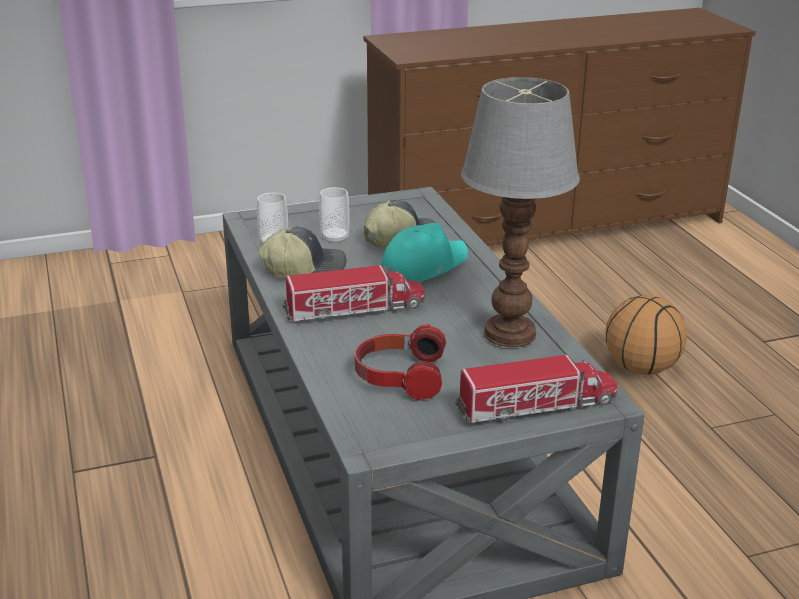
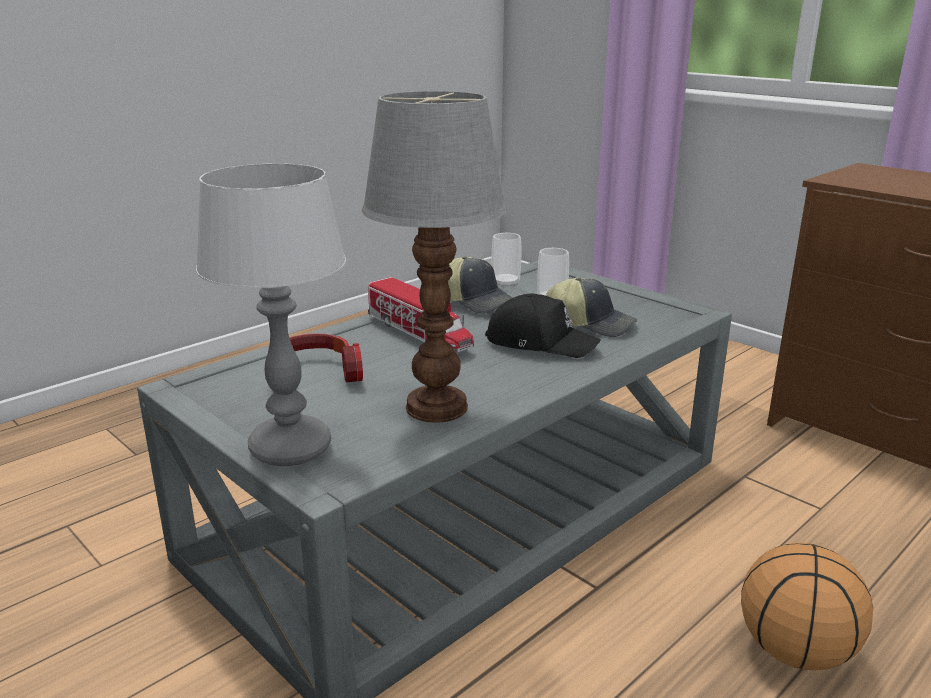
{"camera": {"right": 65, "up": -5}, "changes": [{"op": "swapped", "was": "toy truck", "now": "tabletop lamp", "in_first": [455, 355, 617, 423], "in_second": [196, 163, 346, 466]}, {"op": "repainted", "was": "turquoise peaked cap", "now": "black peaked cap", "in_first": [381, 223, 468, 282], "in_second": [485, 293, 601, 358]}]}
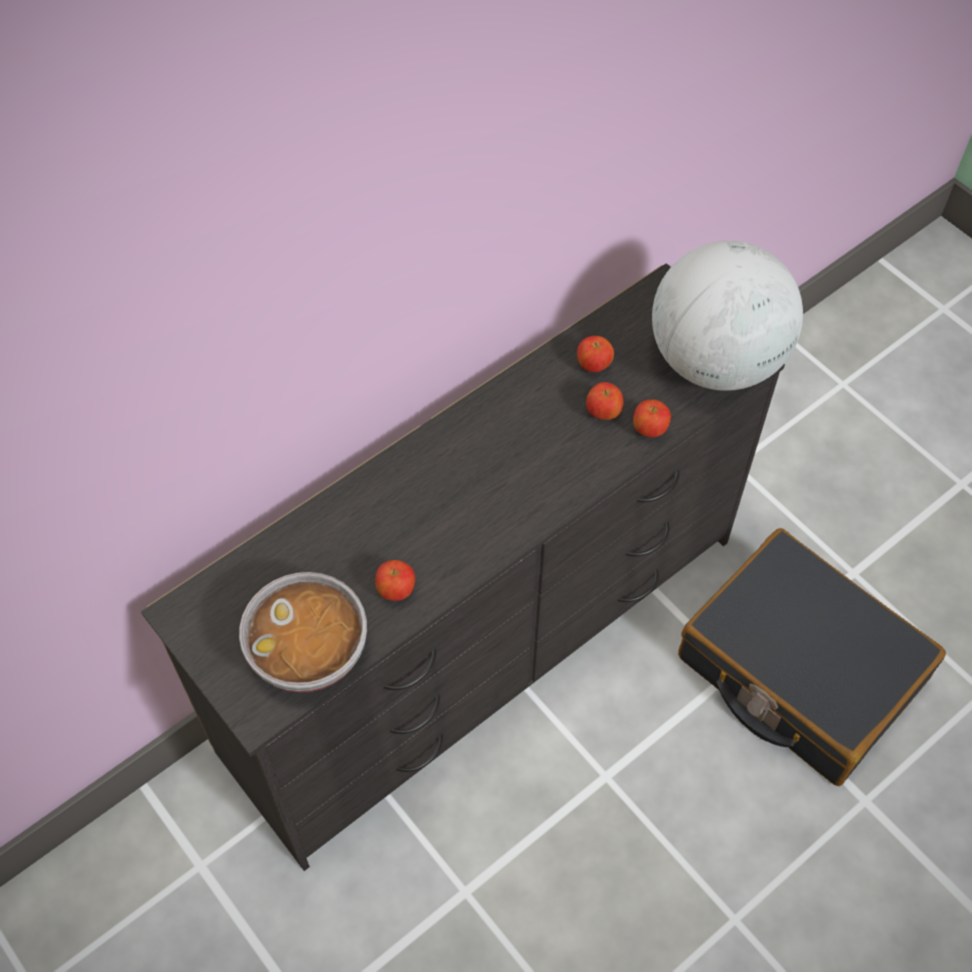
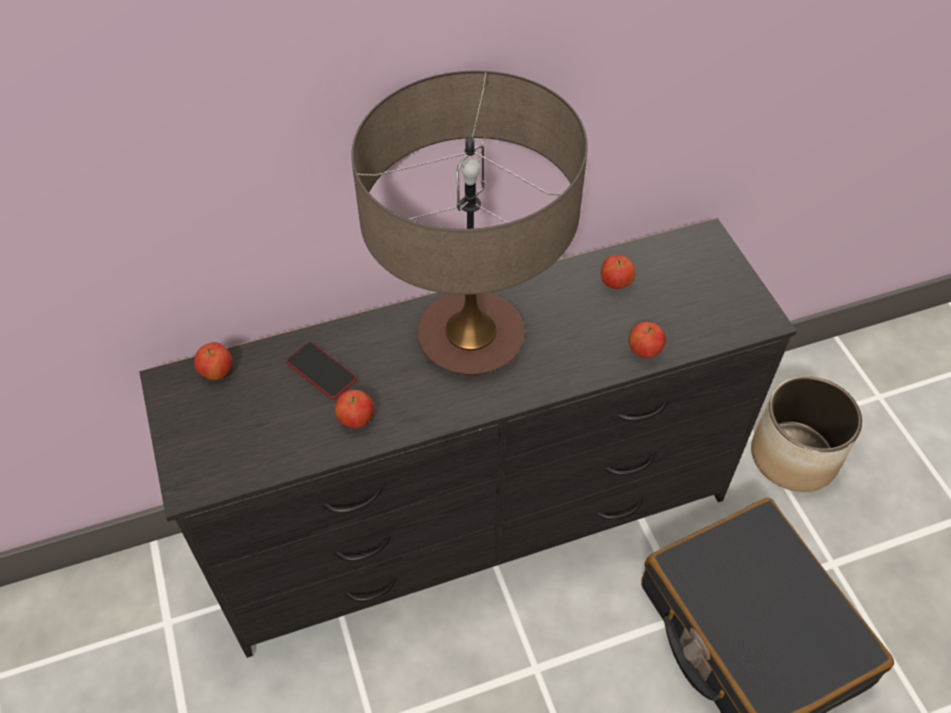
{"camera": {"right": 20, "up": -5}, "changes": [{"op": "gone", "was": "bowl", "in_first": [239, 572, 367, 693]}, {"op": "gone", "was": "desk globe", "in_first": [652, 241, 803, 391]}, {"op": "new", "now": "phone", "in_second": [286, 342, 357, 399]}, {"op": "new", "now": "tabletop lamp", "in_second": [351, 70, 588, 375]}, {"op": "new", "now": "plant pot", "in_second": [751, 376, 862, 492]}, {"op": "shifted", "was": "apple", "in_first": [586, 382, 623, 420], "in_second": [194, 342, 233, 380]}]}
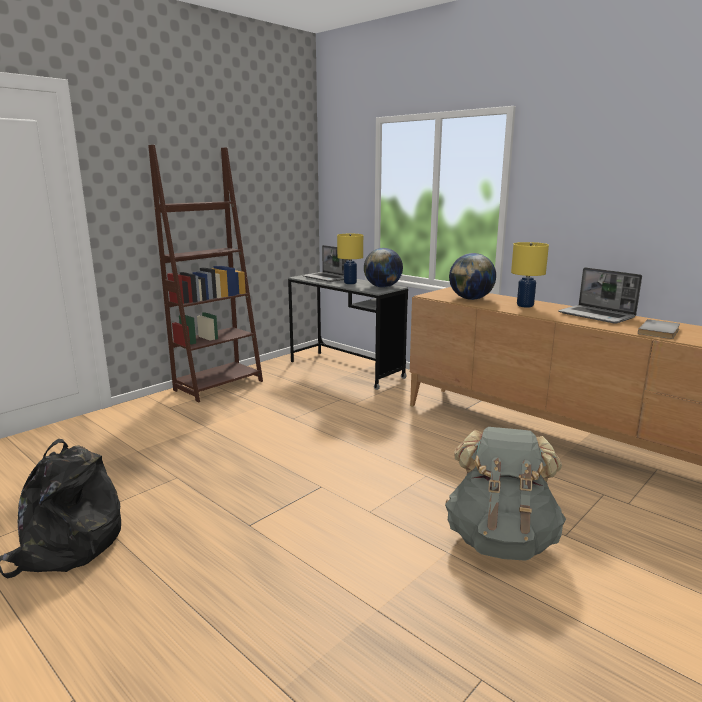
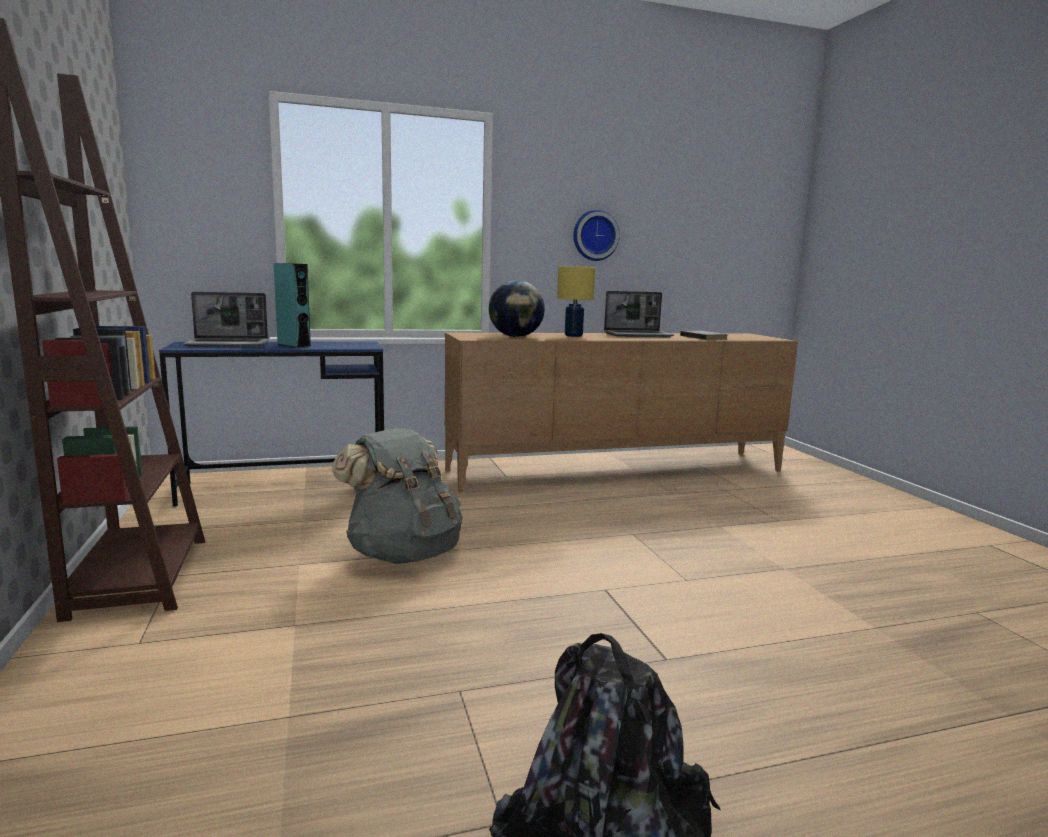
{"camera": {"right": -60, "up": -5}, "changes": [{"op": "gone", "was": "desk globe", "in_first": [364, 248, 403, 288]}, {"op": "new", "now": "clock on the wall", "in_second": [573, 210, 620, 261]}, {"op": "shifted", "was": "gray backpack", "in_first": [445, 427, 566, 561], "in_second": [332, 428, 463, 564]}, {"op": "swapped", "was": "yellow-coloured tabletop lamp", "now": "turquoise speaker", "in_first": [337, 234, 363, 284], "in_second": [274, 263, 311, 348]}, {"op": "repainted", "was": "gray desk", "now": "bluish desk", "in_first": [288, 275, 408, 390], "in_second": [159, 342, 384, 507]}]}
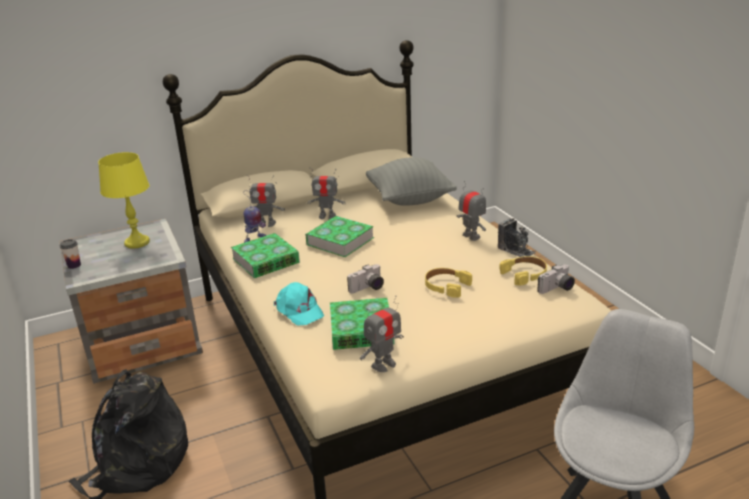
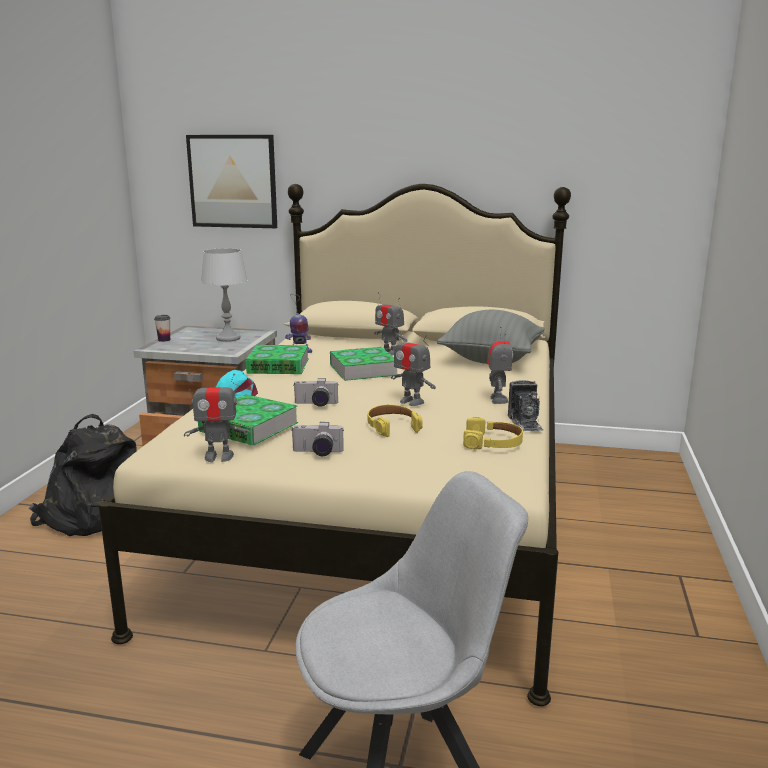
{"camera": {"right": 35, "up": -10}, "changes": [{"op": "new", "now": "wall art", "in_second": [186, 135, 277, 228]}, {"op": "shifted", "was": "toy robot", "in_first": [247, 175, 285, 227], "in_second": [391, 327, 436, 406]}, {"op": "shifted", "was": "still camera", "in_first": [537, 264, 575, 294], "in_second": [292, 422, 344, 456]}, {"op": "repainted", "was": "yellow-coloured tabletop lamp", "now": "gray tabletop lamp", "in_first": [98, 152, 150, 249], "in_second": [201, 248, 248, 342]}]}
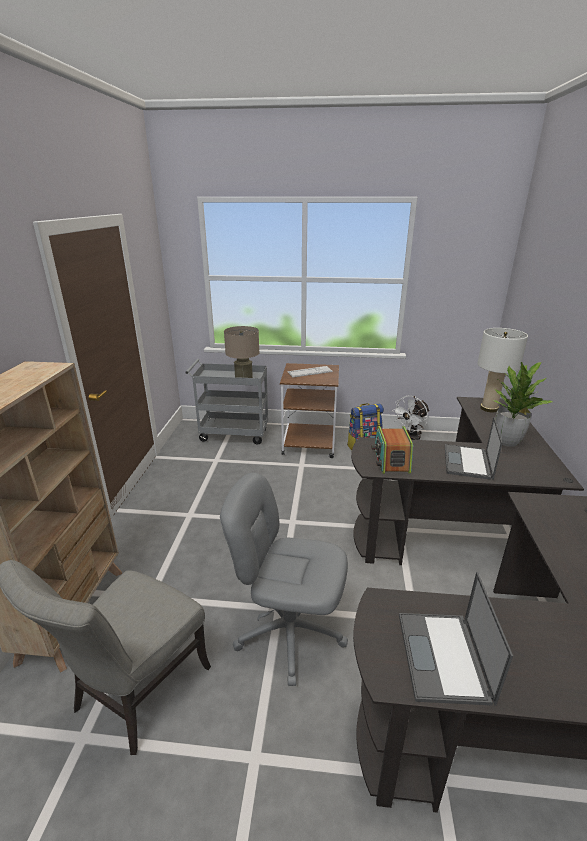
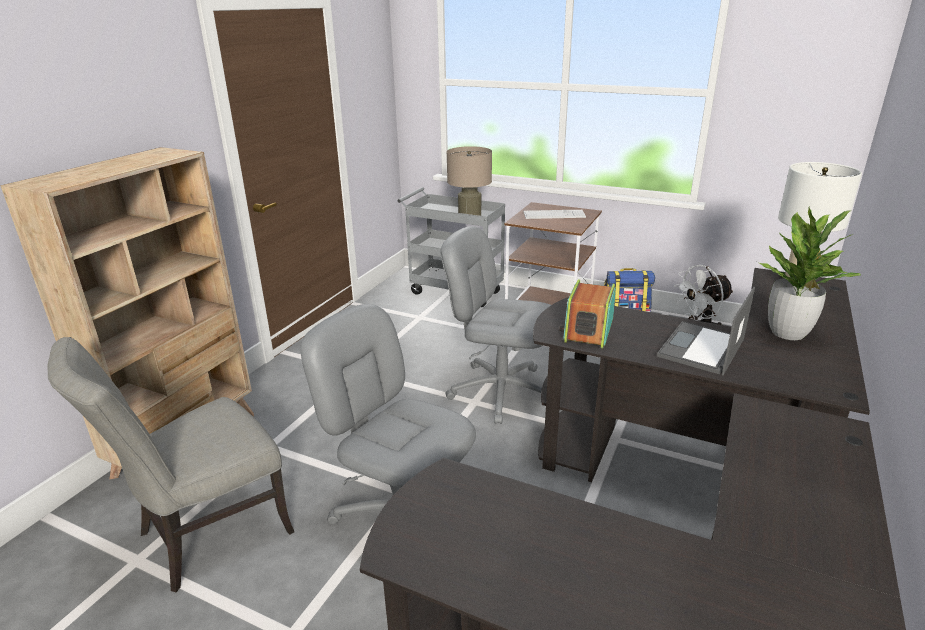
{"camera": {"right": 20, "up": 0}, "changes": [{"op": "gone", "was": "notebook computer", "in_first": [399, 572, 513, 706]}, {"op": "new", "now": "gray desk chair", "in_second": [440, 226, 551, 424]}]}
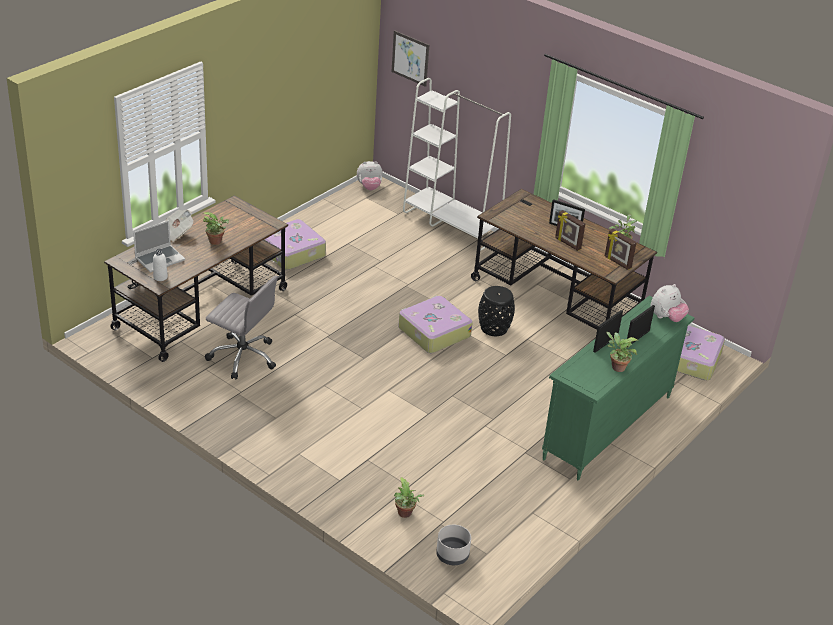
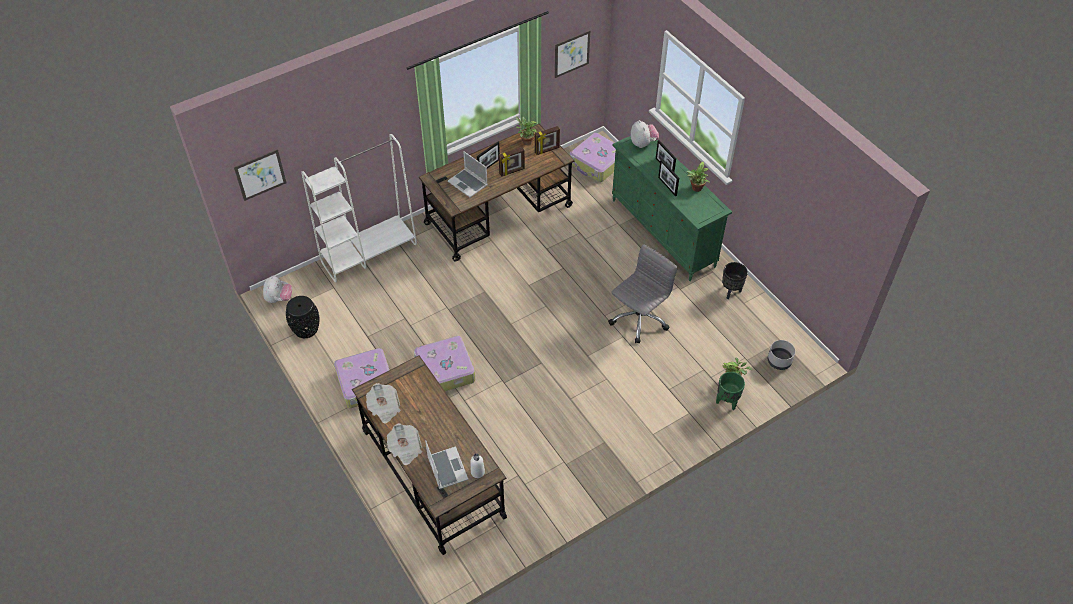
{"camera": {"right": -70, "up": 15}, "changes": [{"op": "gone", "was": "potted plant", "in_first": [203, 212, 229, 245]}, {"op": "new", "now": "newspaper", "in_second": [366, 383, 401, 423]}, {"op": "new", "now": "notebook computer", "in_second": [448, 151, 488, 197]}, {"op": "new", "now": "wall art", "in_second": [555, 30, 590, 78]}, {"op": "new", "now": "green plant pot", "in_second": [716, 372, 745, 410]}, {"op": "new", "now": "black plant pot", "in_second": [722, 262, 748, 300]}, {"op": "shifted", "was": "gray desk chair", "in_first": [205, 276, 278, 379], "in_second": [608, 245, 678, 344]}, {"op": "shifted", "was": "travel case", "in_first": [398, 296, 473, 353], "in_second": [414, 336, 475, 391]}, {"op": "shifted", "was": "black sitting stool", "in_first": [478, 286, 515, 336], "in_second": [286, 296, 319, 338]}]}
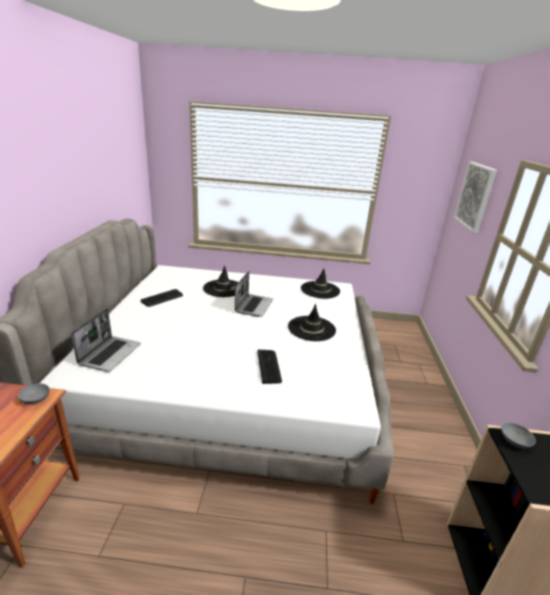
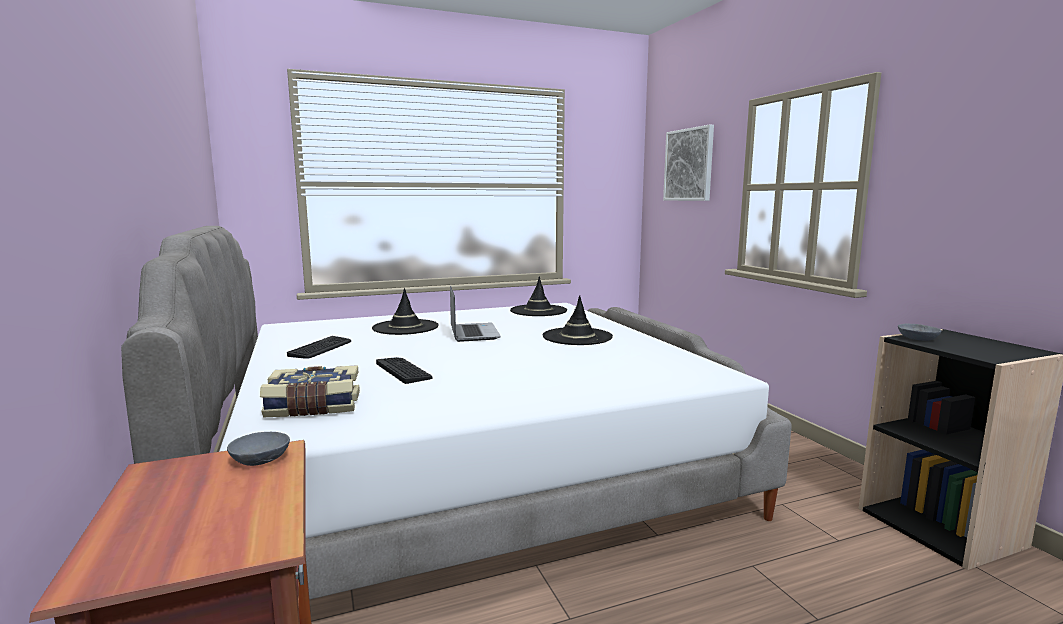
{"camera": {"right": -25, "up": -15}, "changes": [{"op": "shifted", "was": "computer keyboard", "in_first": [257, 350, 282, 384], "in_second": [376, 357, 433, 384]}, {"op": "swapped", "was": "notebook computer", "now": "volume", "in_first": [71, 308, 141, 372], "in_second": [260, 365, 360, 418]}]}
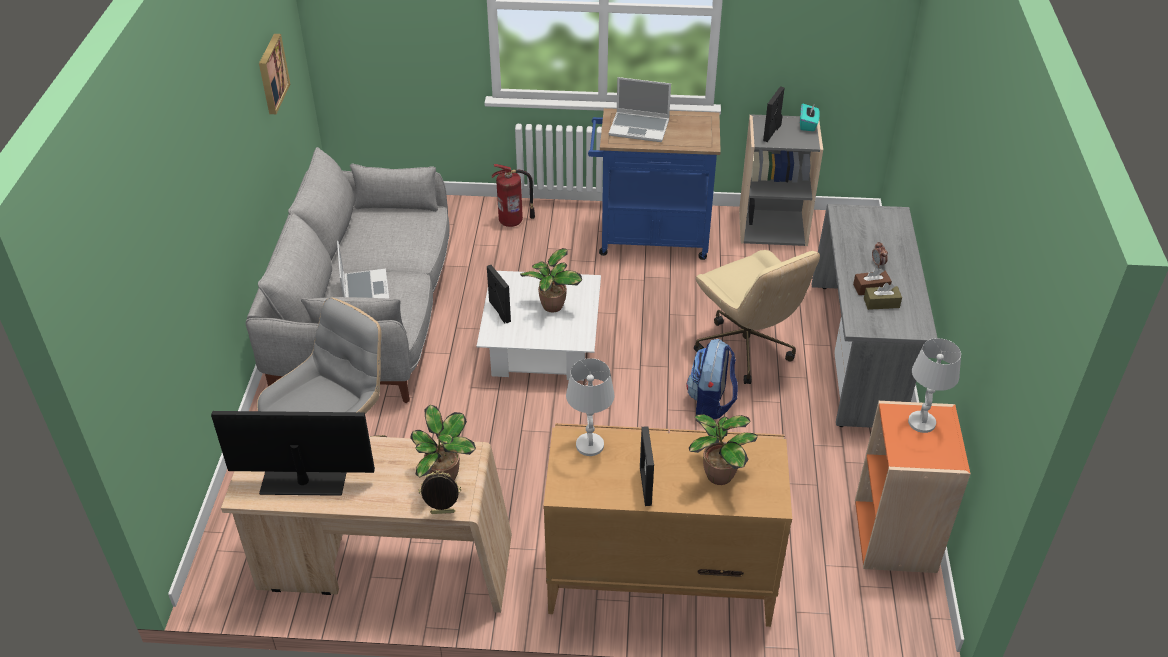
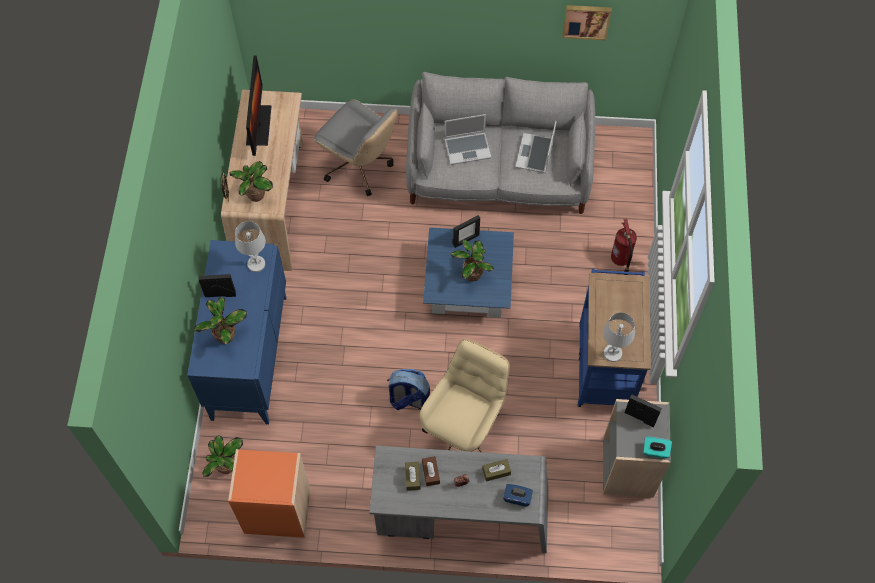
{"camera": {"right": 90, "up": 20}, "changes": [{"op": "new", "now": "potted plant", "in_second": [203, 435, 243, 477]}, {"op": "new", "now": "brownish tissue box", "in_second": [482, 459, 511, 481]}, {"op": "new", "now": "bluish tissue box", "in_second": [503, 484, 533, 507]}, {"op": "shifted", "was": "notebook computer", "in_first": [609, 77, 671, 142], "in_second": [516, 121, 556, 173]}, {"op": "shifted", "was": "white tabletop lamp", "in_first": [908, 338, 961, 433], "in_second": [603, 313, 635, 362]}, {"op": "repainted", "was": "white lounge table", "now": "bluish lounge table", "in_first": [477, 271, 601, 381], "in_second": [423, 227, 514, 317]}, {"op": "repainted", "was": "brownish storage cabinet", "now": "bluish storage cabinet", "in_first": [543, 423, 792, 627], "in_second": [187, 240, 286, 424]}, {"op": "rotated", "was": "beige desk chair", "in_first": [694, 250, 820, 384], "in_second": [419, 339, 510, 452], "clockwise": 150}]}
